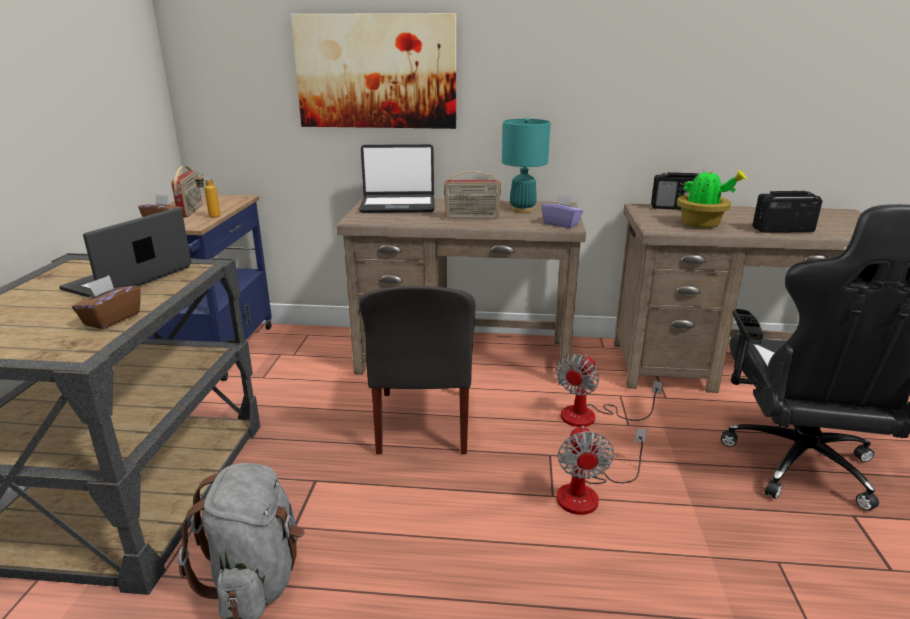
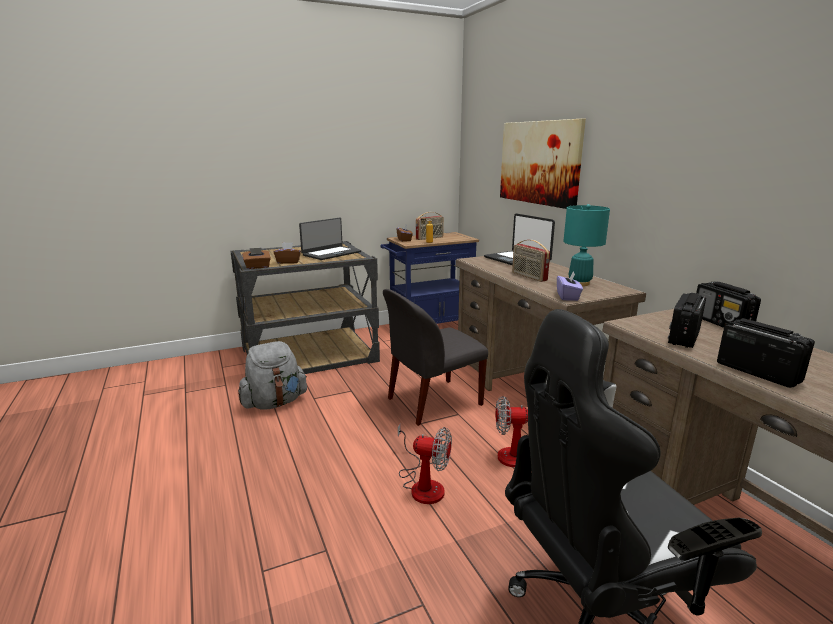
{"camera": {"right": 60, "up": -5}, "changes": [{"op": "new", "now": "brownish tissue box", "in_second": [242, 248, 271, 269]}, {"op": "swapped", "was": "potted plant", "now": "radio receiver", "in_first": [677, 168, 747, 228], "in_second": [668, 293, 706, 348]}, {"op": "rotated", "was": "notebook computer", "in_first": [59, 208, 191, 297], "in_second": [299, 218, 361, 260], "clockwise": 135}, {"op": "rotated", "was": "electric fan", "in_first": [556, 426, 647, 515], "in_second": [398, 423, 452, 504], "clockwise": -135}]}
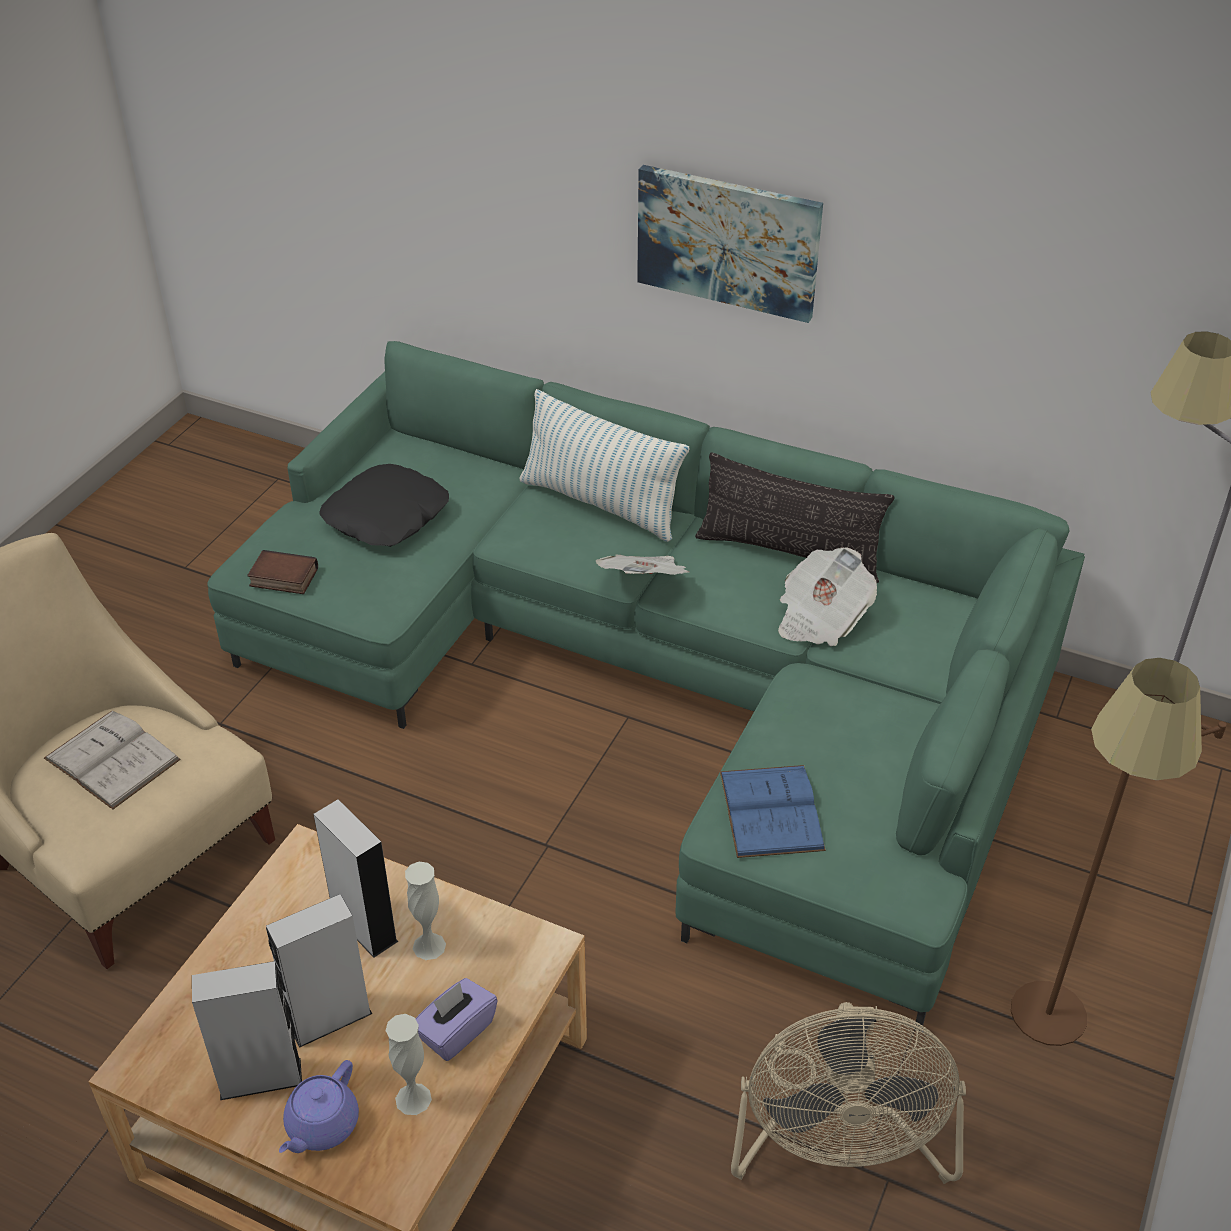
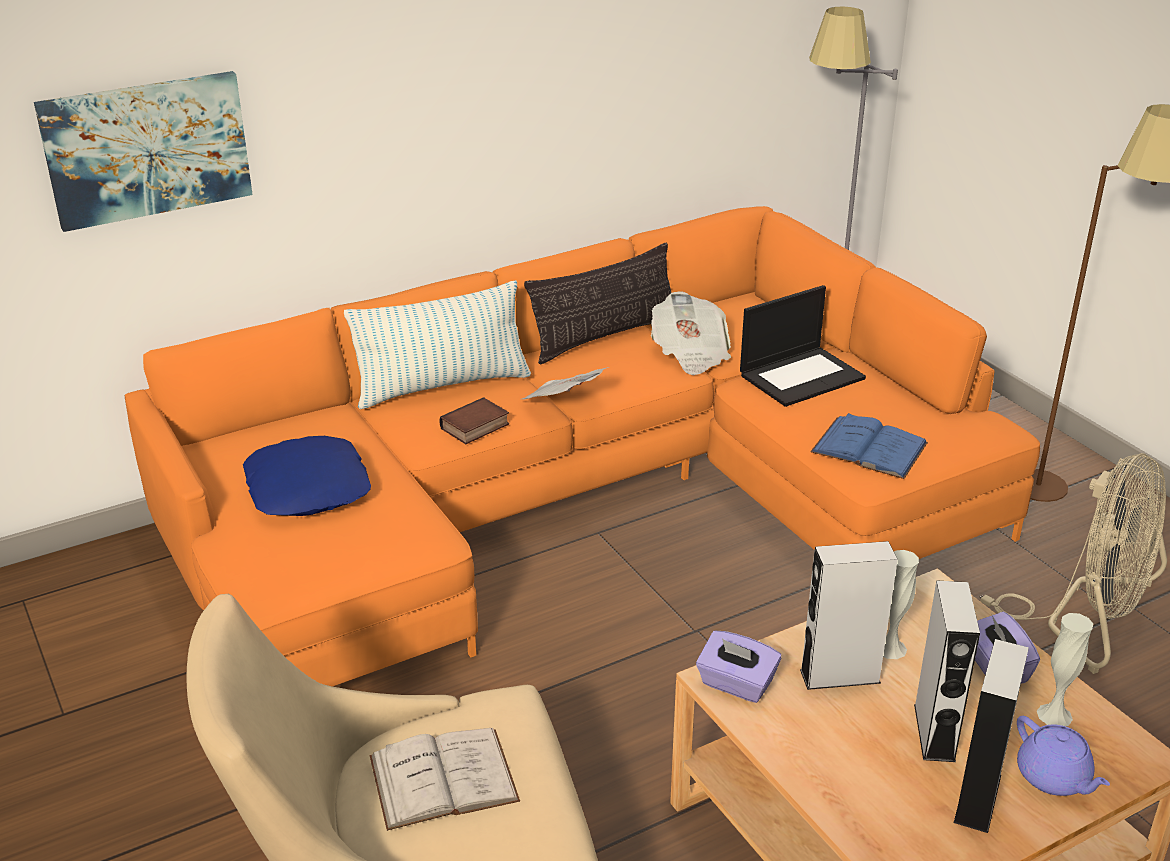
{"camera": {"right": -55, "up": -10}, "changes": [{"op": "new", "now": "purple-coloured tissue box", "in_second": [696, 631, 781, 703]}, {"op": "new", "now": "notebook computer", "in_second": [740, 285, 866, 407]}, {"op": "shifted", "was": "volume", "in_first": [247, 550, 318, 594], "in_second": [439, 397, 509, 444]}, {"op": "shifted", "was": "wall art", "in_first": [637, 165, 823, 323], "in_second": [34, 71, 253, 232]}, {"op": "repainted", "was": "green couch", "now": "orange couch", "in_first": [207, 341, 1085, 1031], "in_second": [125, 206, 1040, 687]}, {"op": "repainted", "was": "black pillow", "now": "bluish pillow", "in_first": [319, 464, 449, 547], "in_second": [243, 436, 371, 516]}]}
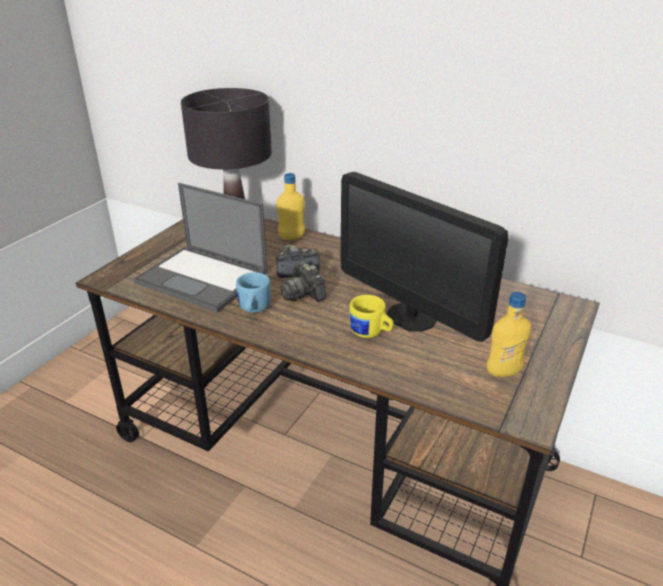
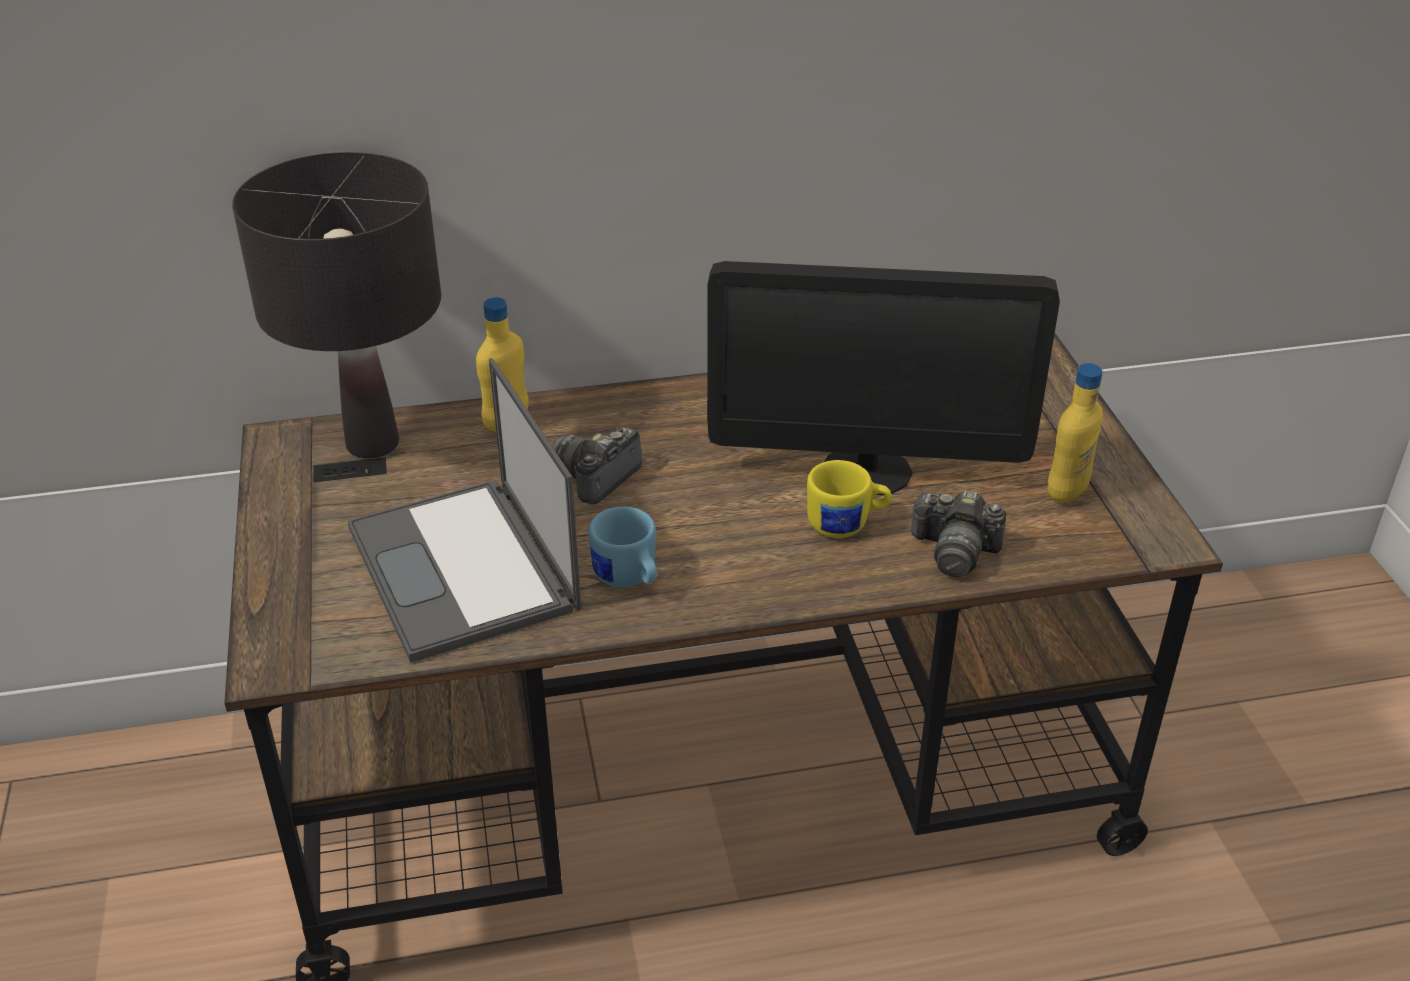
{"camera": {"right": -40, "up": 5}, "changes": [{"op": "shifted", "was": "still camera", "in_first": [280, 262, 326, 302], "in_second": [911, 490, 1006, 577]}, {"op": "rotated", "was": "notebook computer", "in_first": [134, 183, 267, 313], "in_second": [347, 358, 581, 663], "clockwise": 75}]}
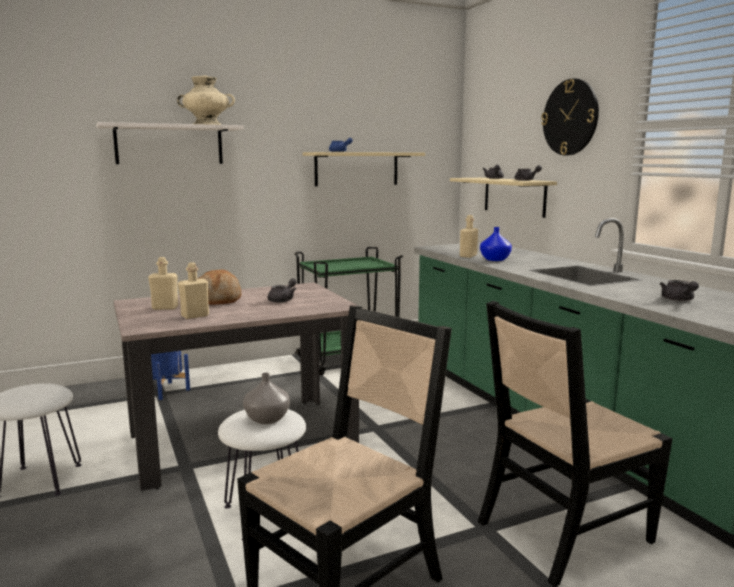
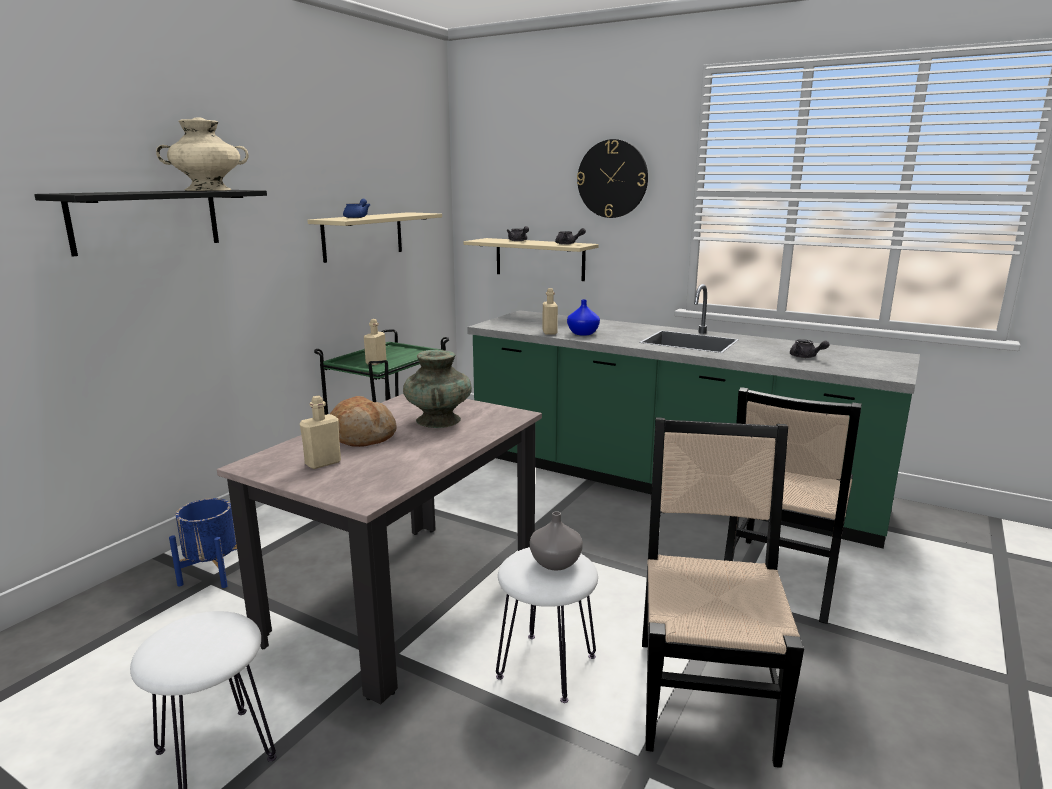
{"camera": {"right": -35, "up": 5}, "changes": [{"op": "shifted", "was": "beige bottle", "in_first": [178, 262, 209, 319], "in_second": [364, 319, 386, 365]}, {"op": "swapped", "was": "gray pot for tea", "now": "turquoise decorative vase", "in_first": [268, 278, 297, 303], "in_second": [403, 350, 472, 428]}, {"op": "repainted", "was": "white bracket shelf", "now": "black bracket shelf", "in_first": [97, 122, 244, 164], "in_second": [34, 190, 267, 257]}]}
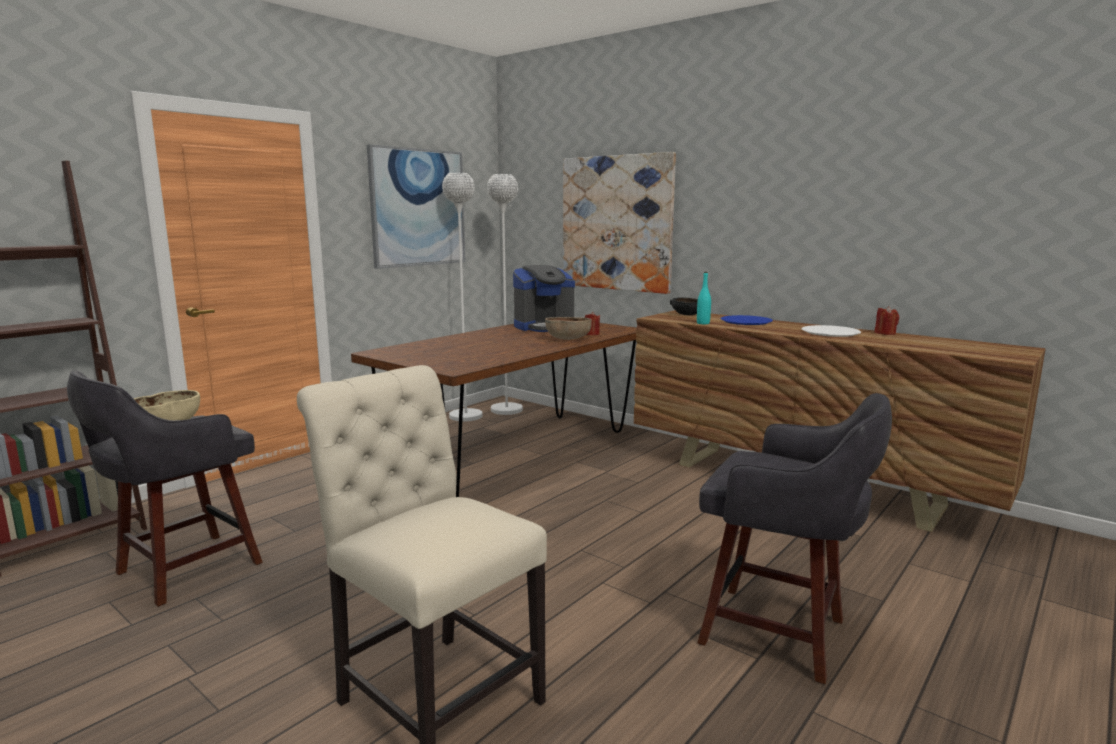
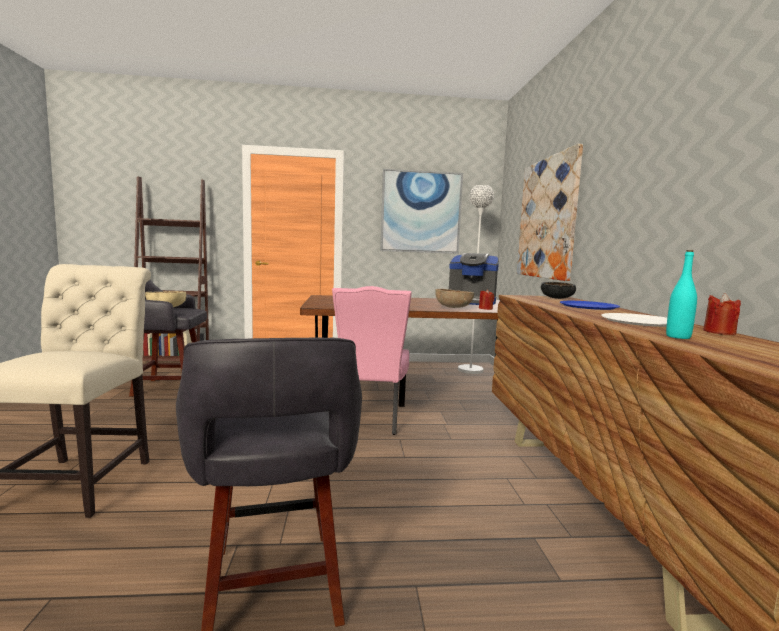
{"camera": {"right": 45, "up": -5}, "changes": [{"op": "gone", "was": "white standing lamp", "in_first": [442, 173, 483, 422]}, {"op": "new", "now": "pink plain chair", "in_second": [332, 286, 412, 435]}, {"op": "shifted", "was": "turquoise bottle", "in_first": [697, 272, 711, 324], "in_second": [666, 250, 697, 339]}]}
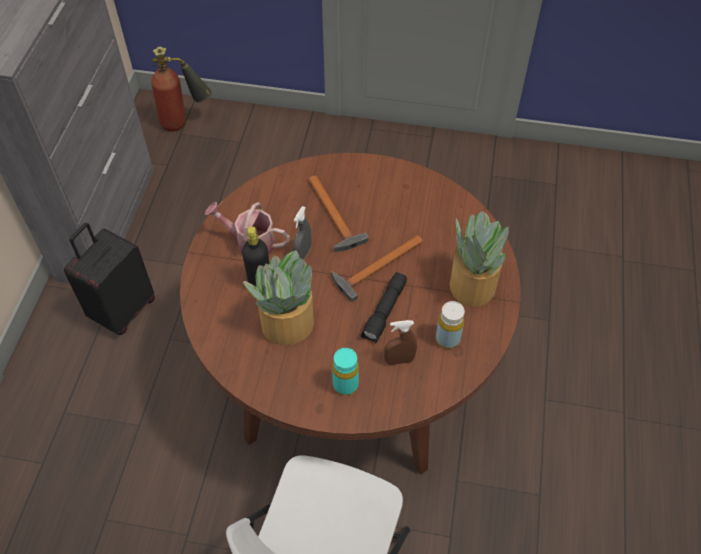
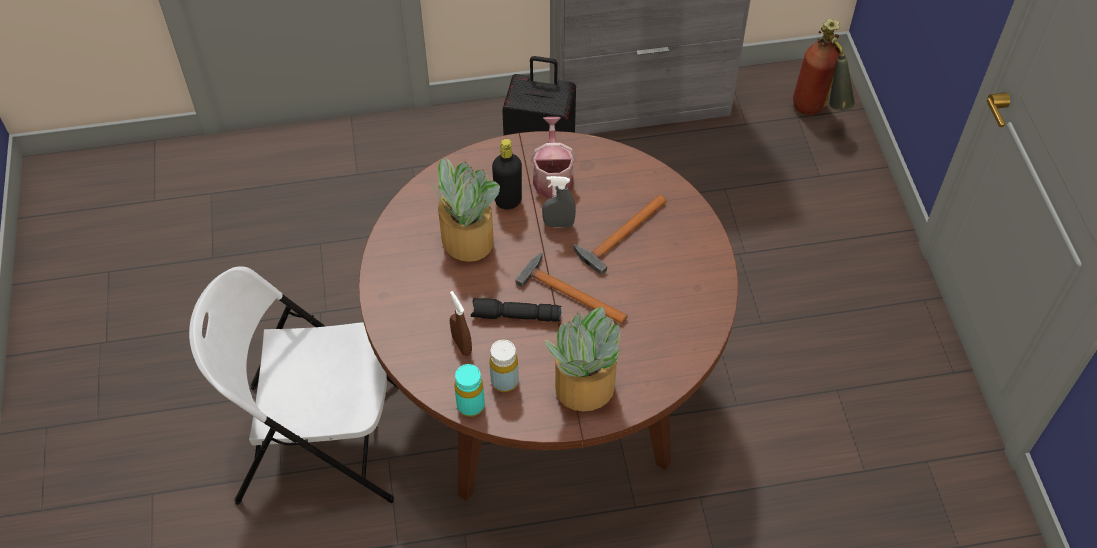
{"camera": {"right": 70, "up": 0}, "changes": [{"op": "shifted", "was": "turquoise bottle", "in_first": [332, 348, 359, 395], "in_second": [454, 364, 485, 417]}]}
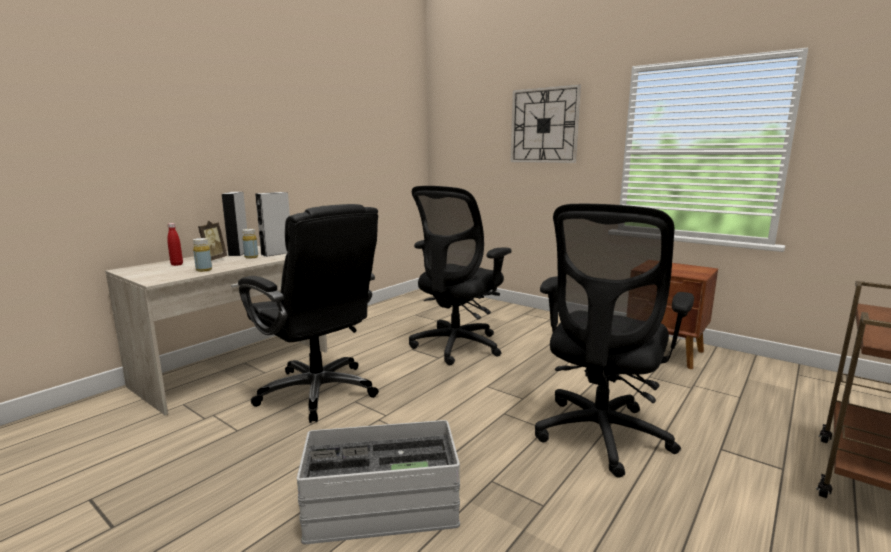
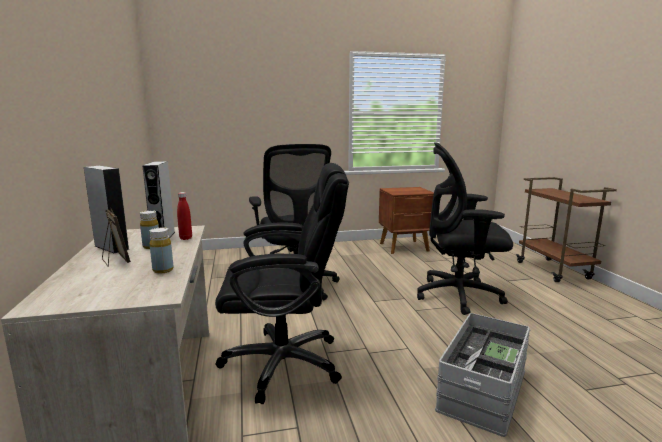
{"camera": {"right": -50, "up": 0}, "changes": [{"op": "gone", "was": "clock on the wall", "in_first": [510, 84, 581, 163]}, {"op": "shifted", "was": "reddish bottle", "in_first": [167, 223, 183, 266], "in_second": [177, 192, 192, 240]}, {"op": "rotated", "was": "black desk chair", "in_first": [535, 204, 694, 477], "in_second": [417, 142, 513, 315], "clockwise": 120}]}
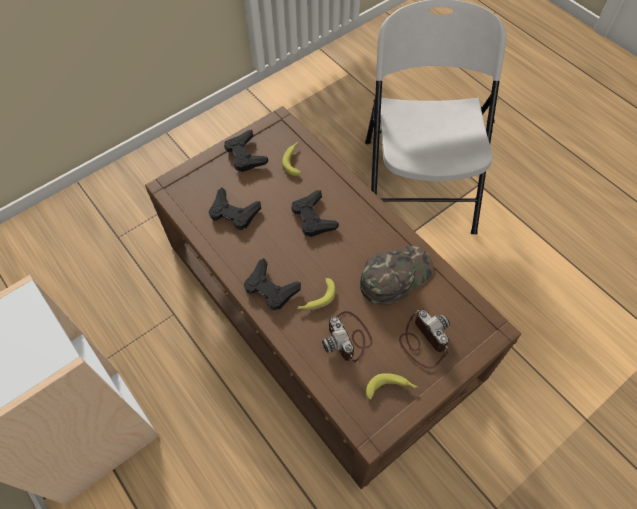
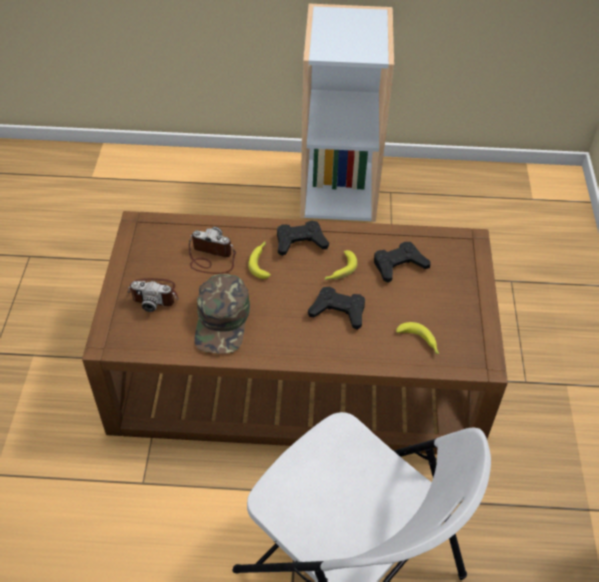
{"camera": {"right": 130, "up": -10}, "changes": [{"op": "gone", "was": "black gamepad", "in_first": [224, 130, 268, 172]}, {"op": "shifted", "was": "banana fruit", "in_first": [366, 373, 418, 400], "in_second": [325, 250, 358, 280]}]}
